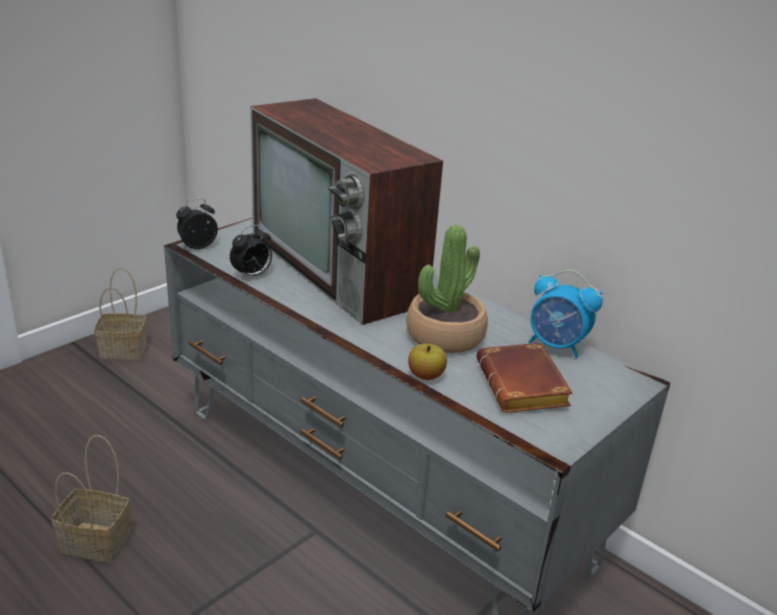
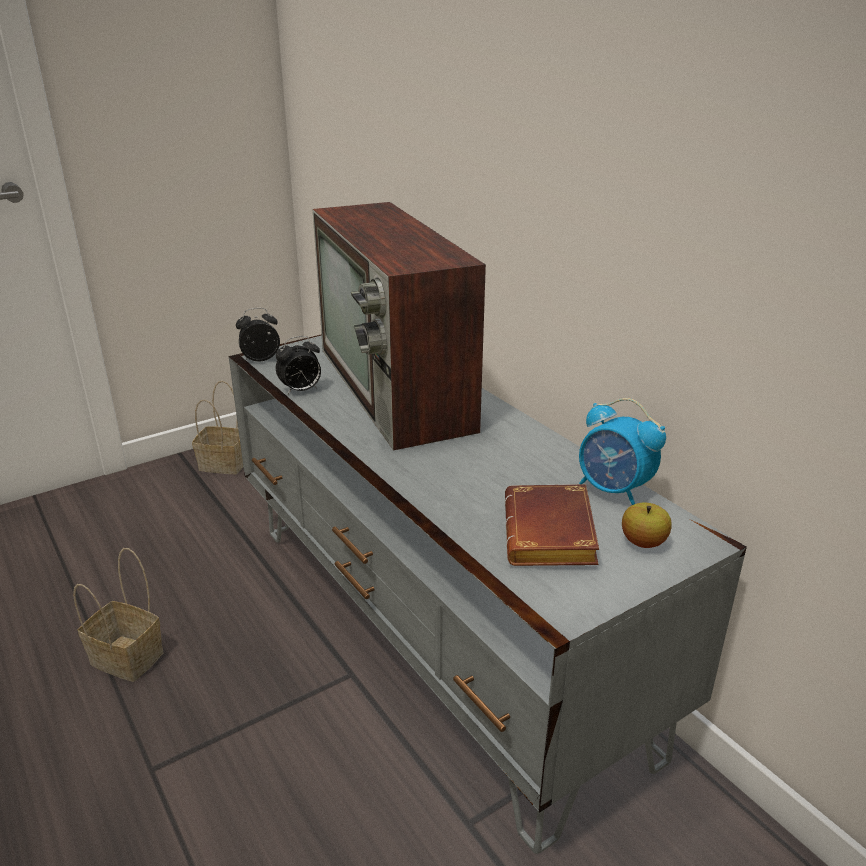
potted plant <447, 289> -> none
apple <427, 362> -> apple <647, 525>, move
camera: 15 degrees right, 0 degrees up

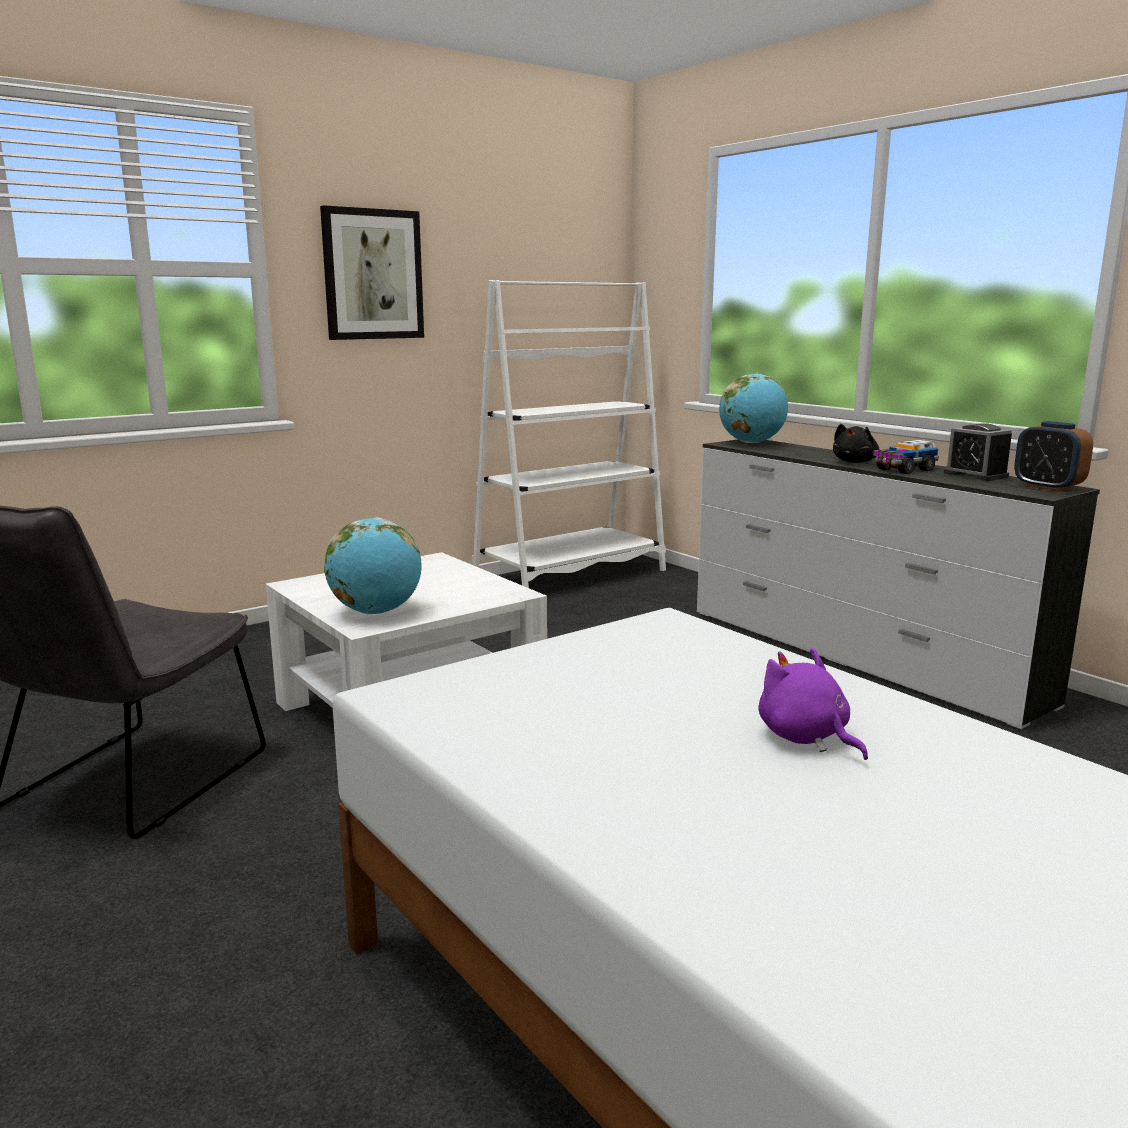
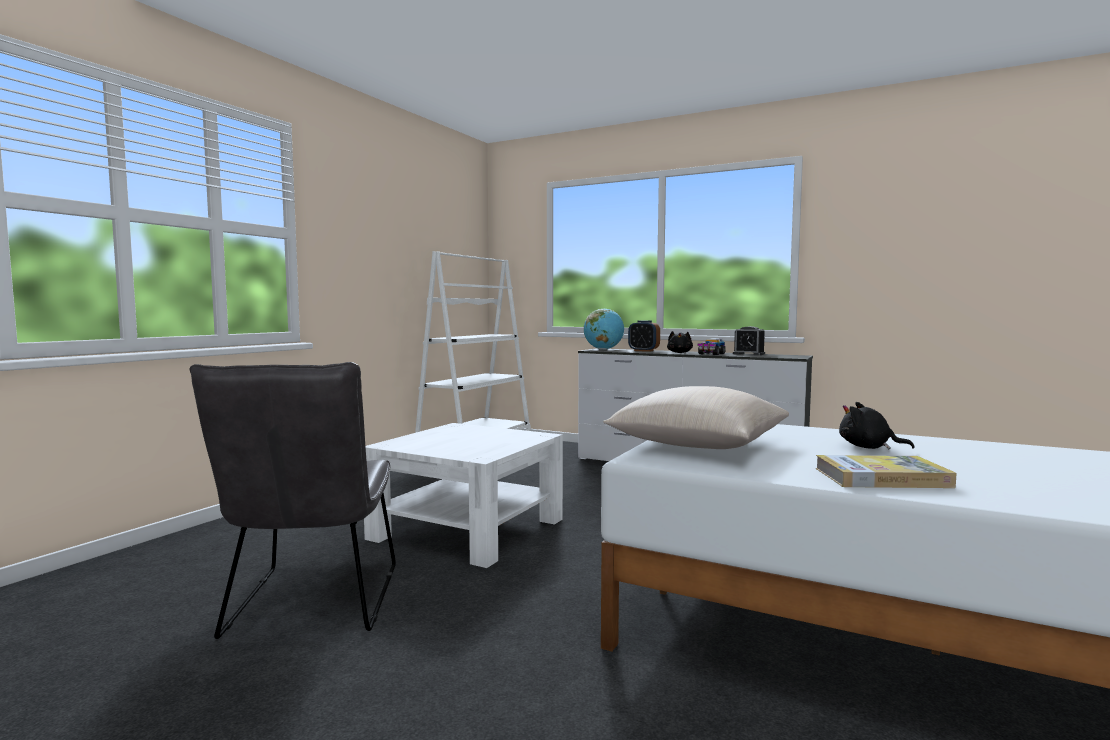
wall art <372, 272> -> none
desk globe <373, 566> -> none
purple-coloured cuddly toy <813, 704> -> black-coloured cuddly toy <876, 426>
alarm clock <1053, 456> -> alarm clock <644, 336>, move
none -> beige-coloured cushion <696, 417>
none -> book <886, 471>
camera: 25 degrees left, 10 degrees down

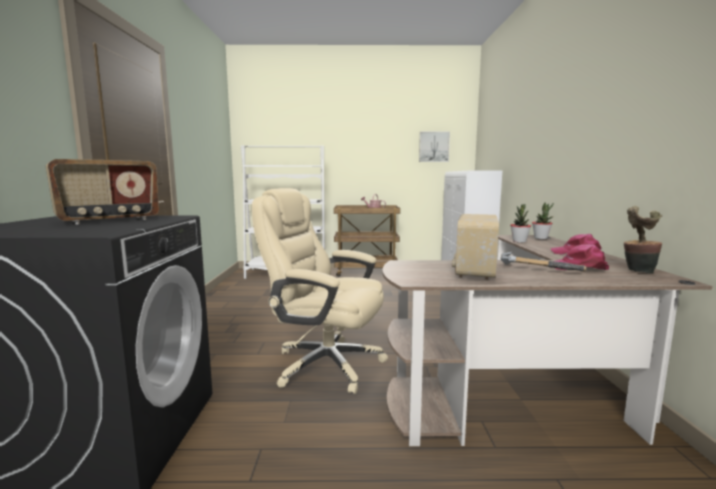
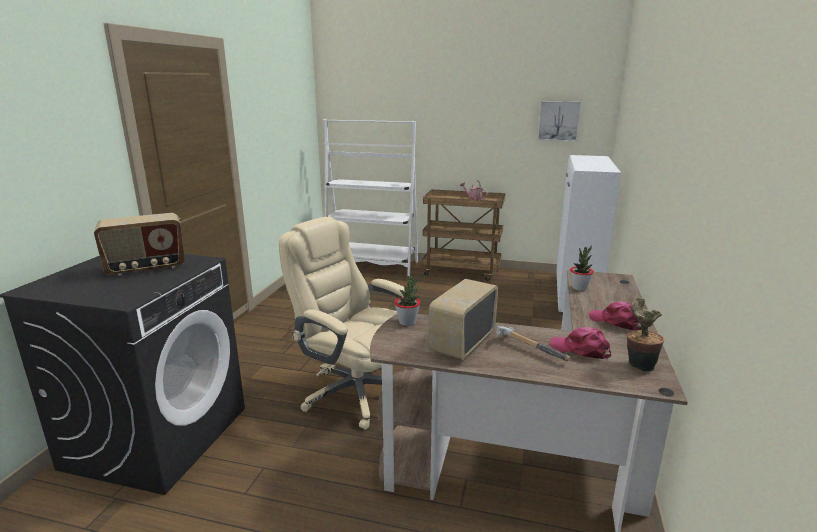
potted plant <543, 221> -> potted plant <407, 301>, move
camera: 15 degrees right, 10 degrees up

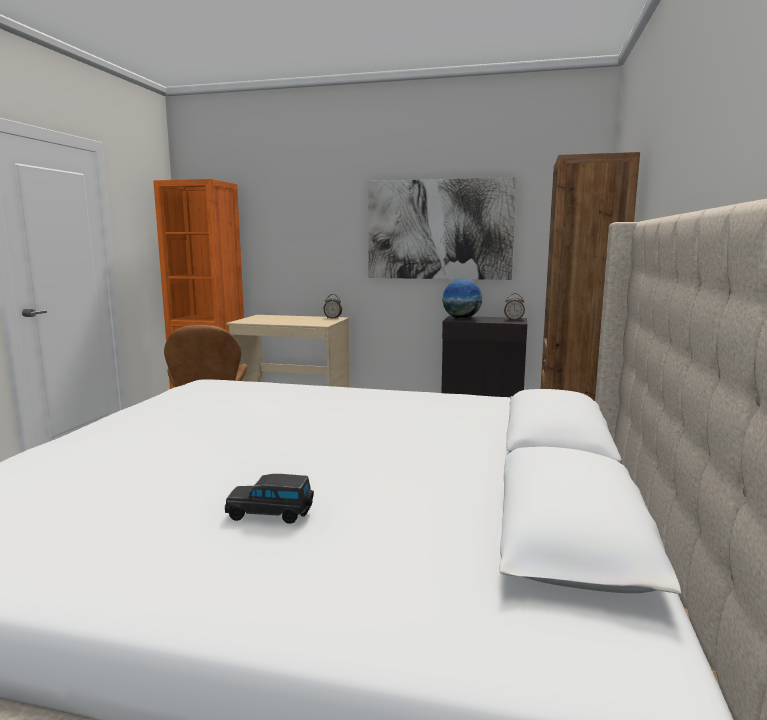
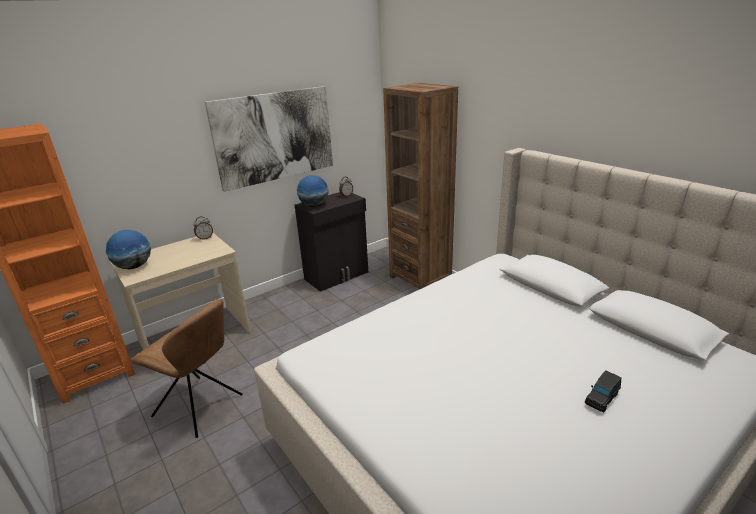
none -> desk globe <128, 249>
camera: 50 degrees left, 15 degrees up

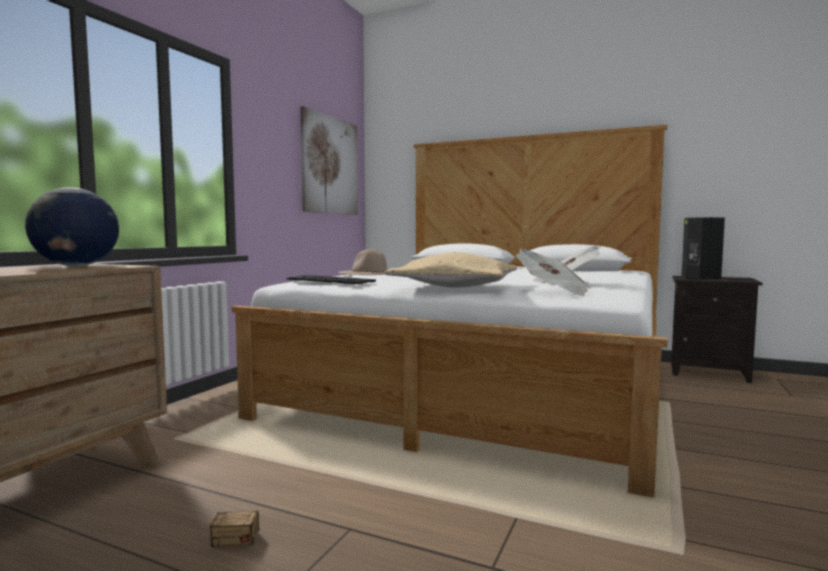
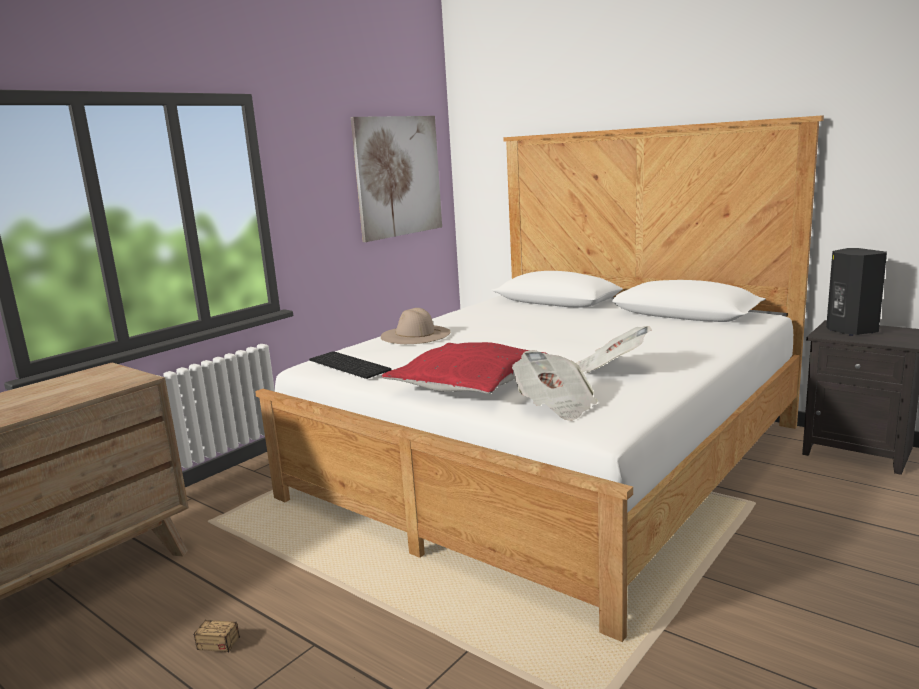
desk globe <72, 226> -> none
beige-coloured cushion <450, 270> -> reddish cushion <465, 368>
camera: 15 degrees right, 10 degrees up

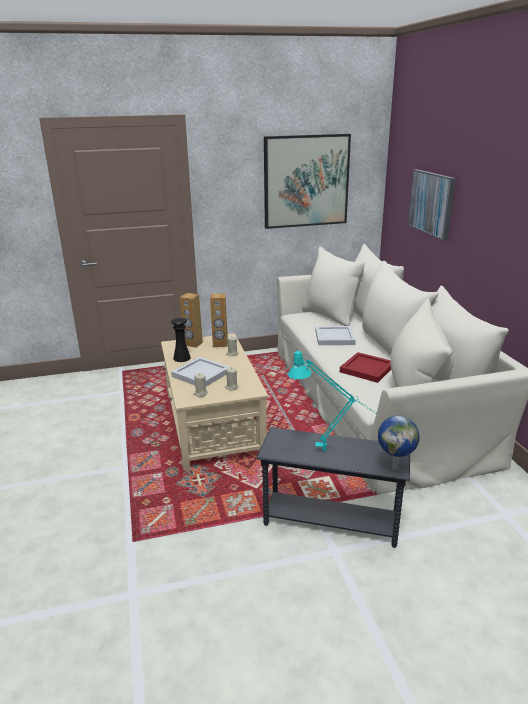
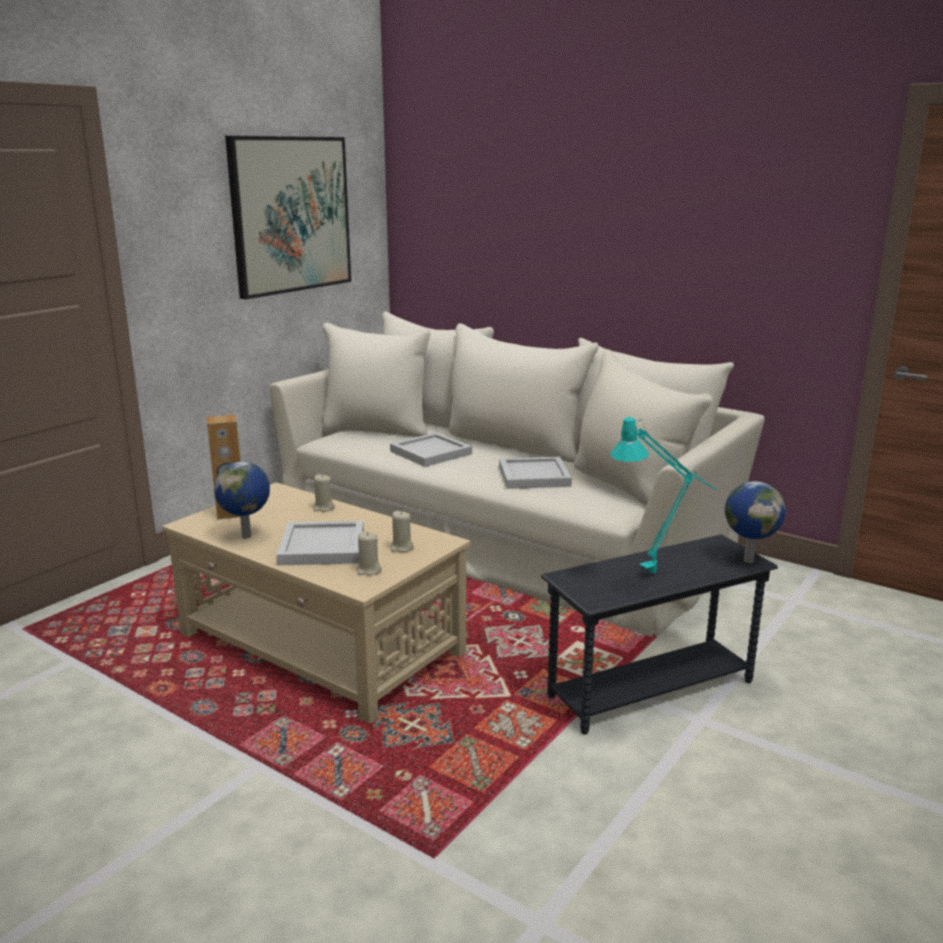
black-coloured vase <181, 340> -> desk globe <242, 500>
brown-coloured audio speaker <219, 320> -> none
reddish carrying tray <365, 367> -> white-coloured carrying tray <535, 473>
wall art <432, 205> -> none
camera: 40 degrees left, 5 degrees down

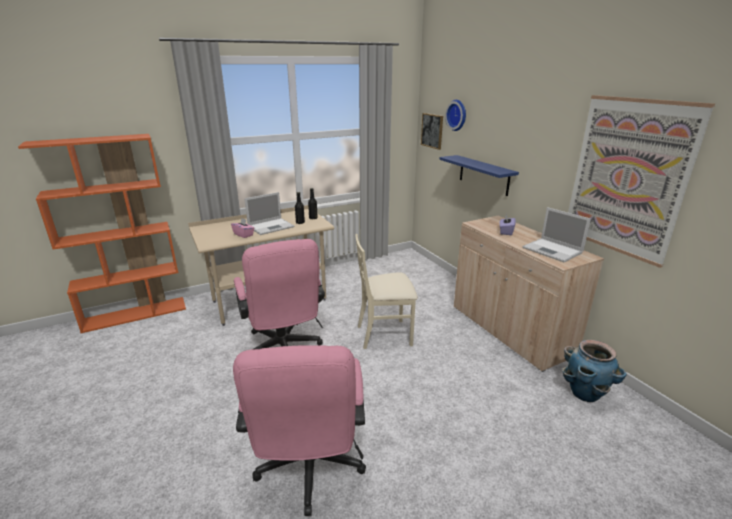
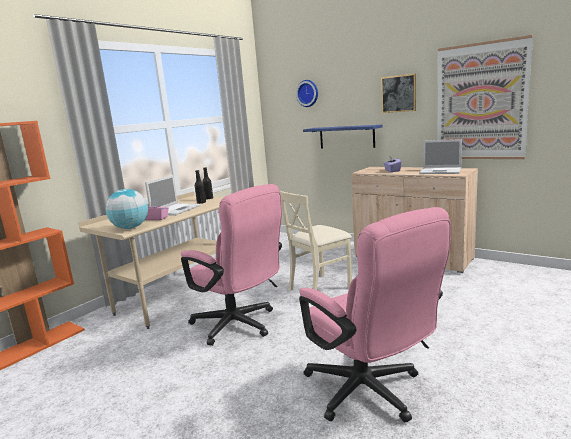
wall art <432, 131> -> wall art <398, 93>, move
flower pot <594, 371> -> none
none -> desk globe <127, 209>
camera: 25 degrees left, 10 degrees down

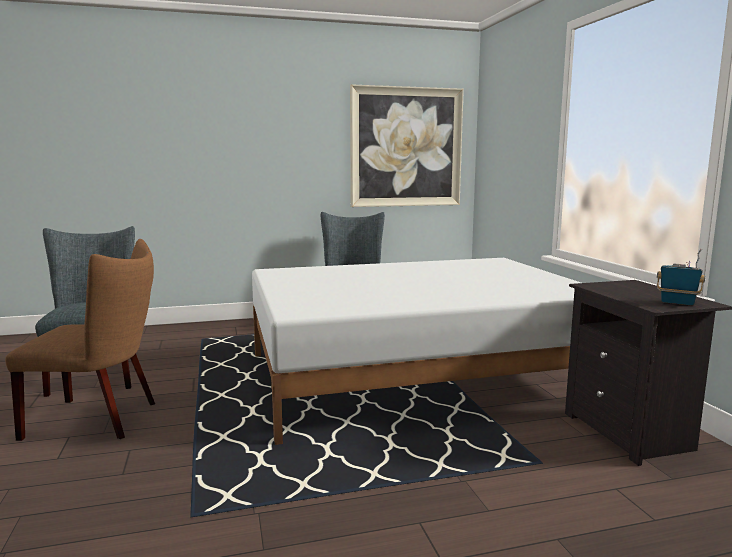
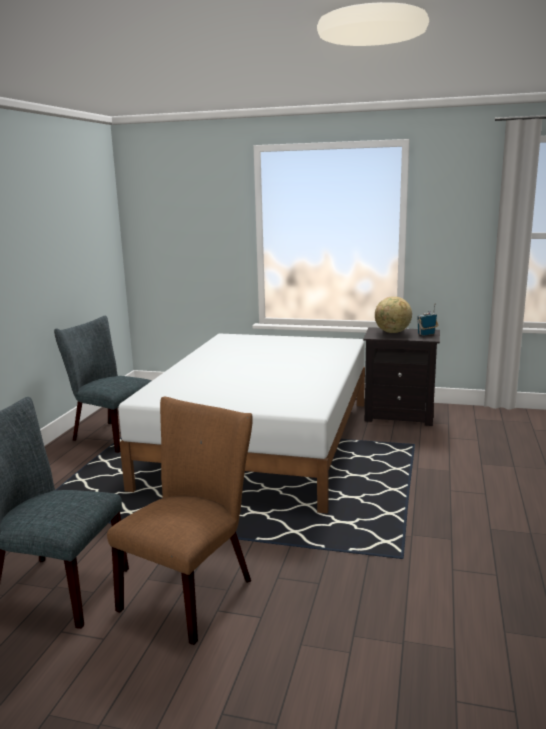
wall art <407, 145> -> none
none -> desk globe <393, 314>
camera: 60 degrees left, 5 degrees up

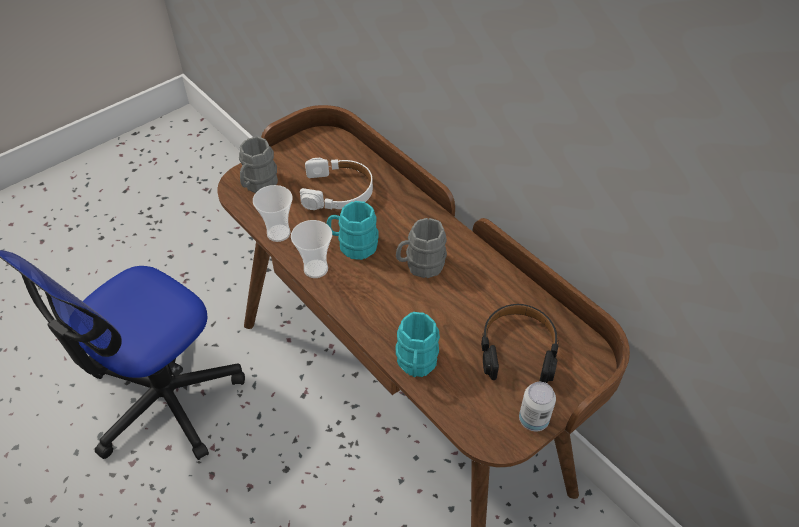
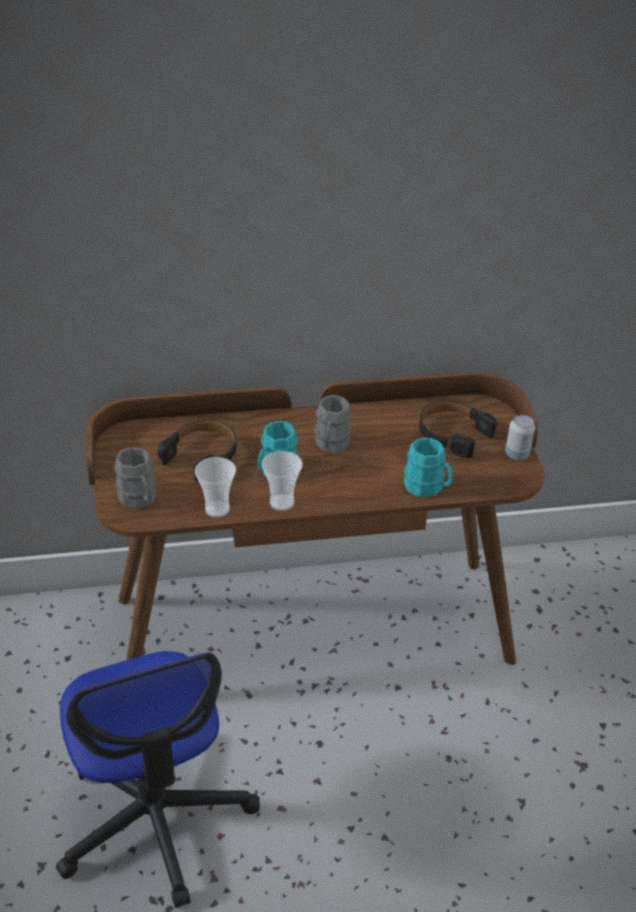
white-coloured headphones <336, 184> -> black-coloured headphones <197, 451>
camera: 60 degrees left, 10 degrees down

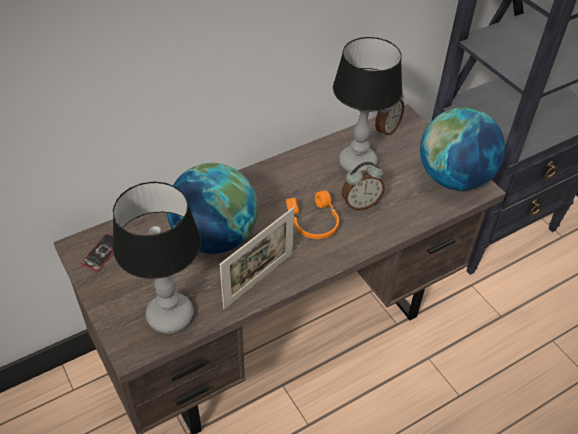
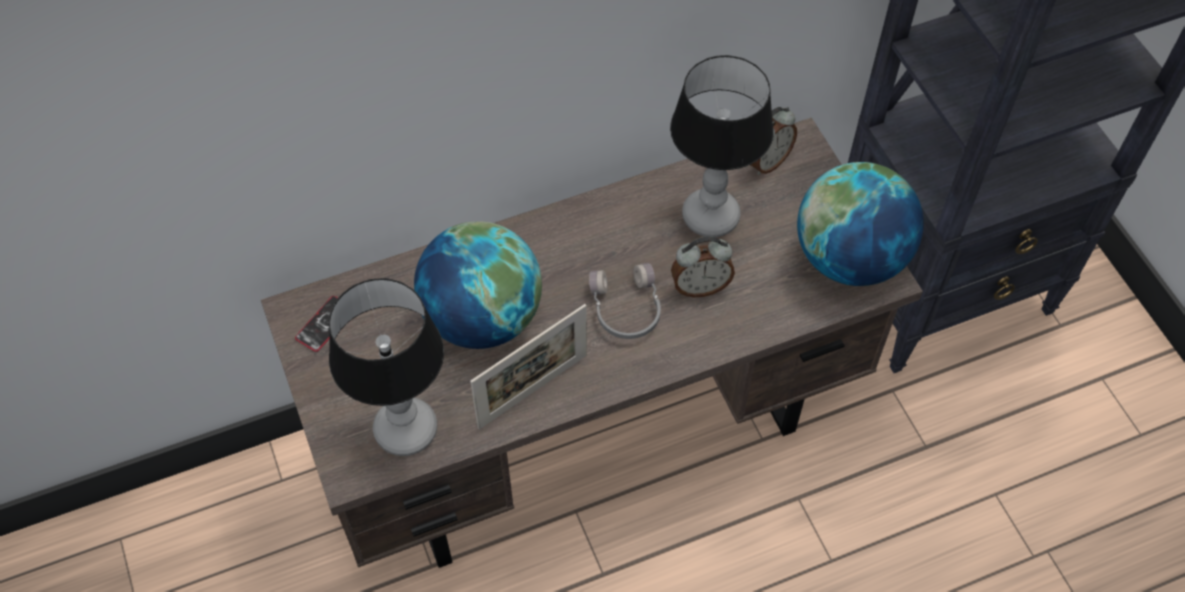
orange headphones <312, 214> -> greyish headphones <625, 301>
camera: 10 degrees right, 10 degrees up

